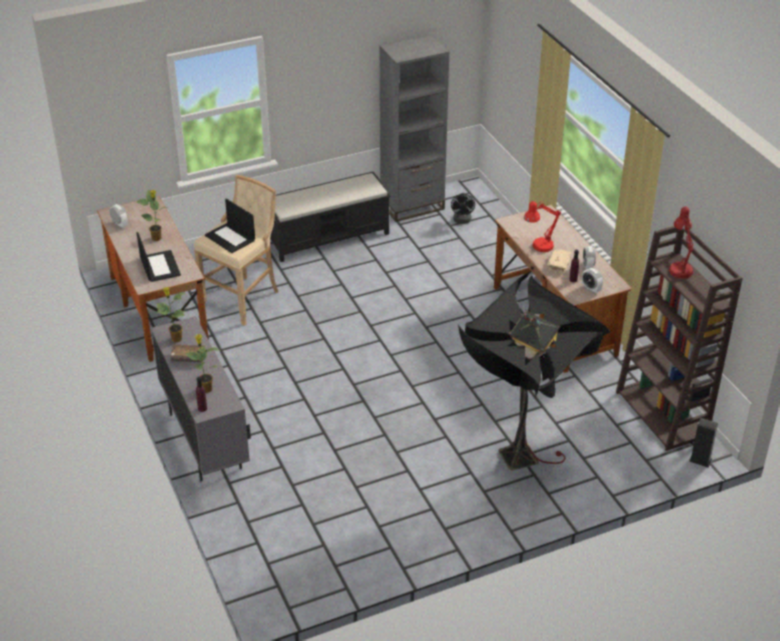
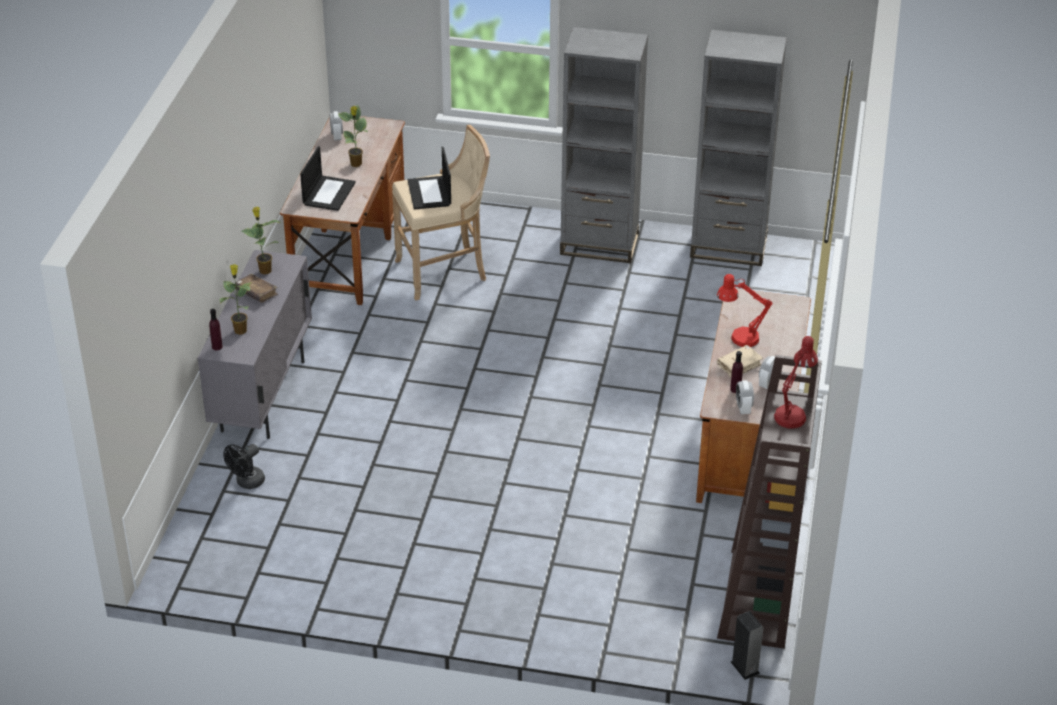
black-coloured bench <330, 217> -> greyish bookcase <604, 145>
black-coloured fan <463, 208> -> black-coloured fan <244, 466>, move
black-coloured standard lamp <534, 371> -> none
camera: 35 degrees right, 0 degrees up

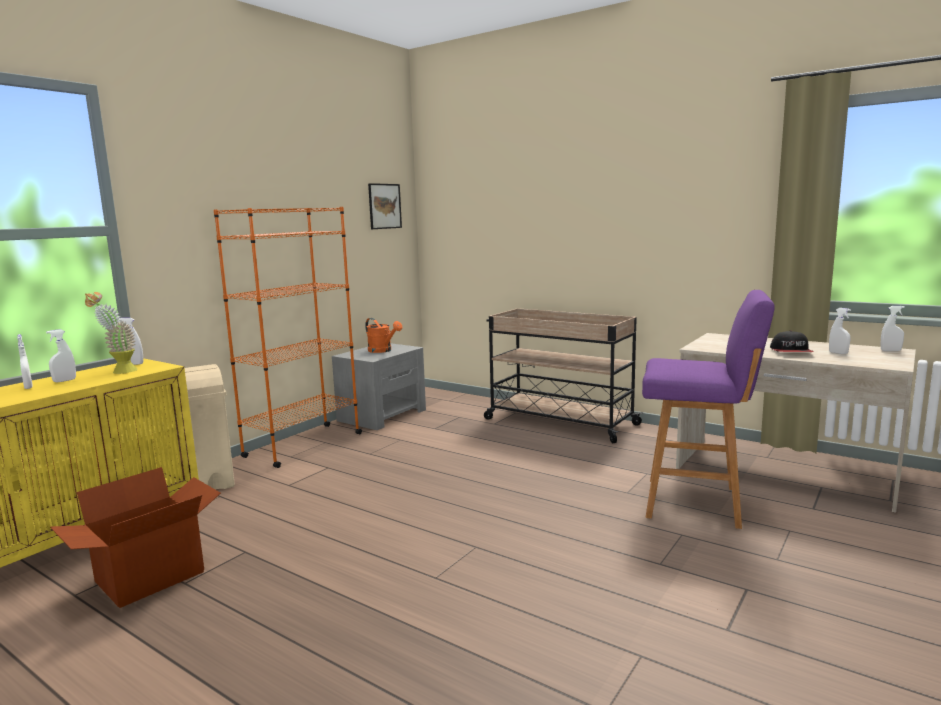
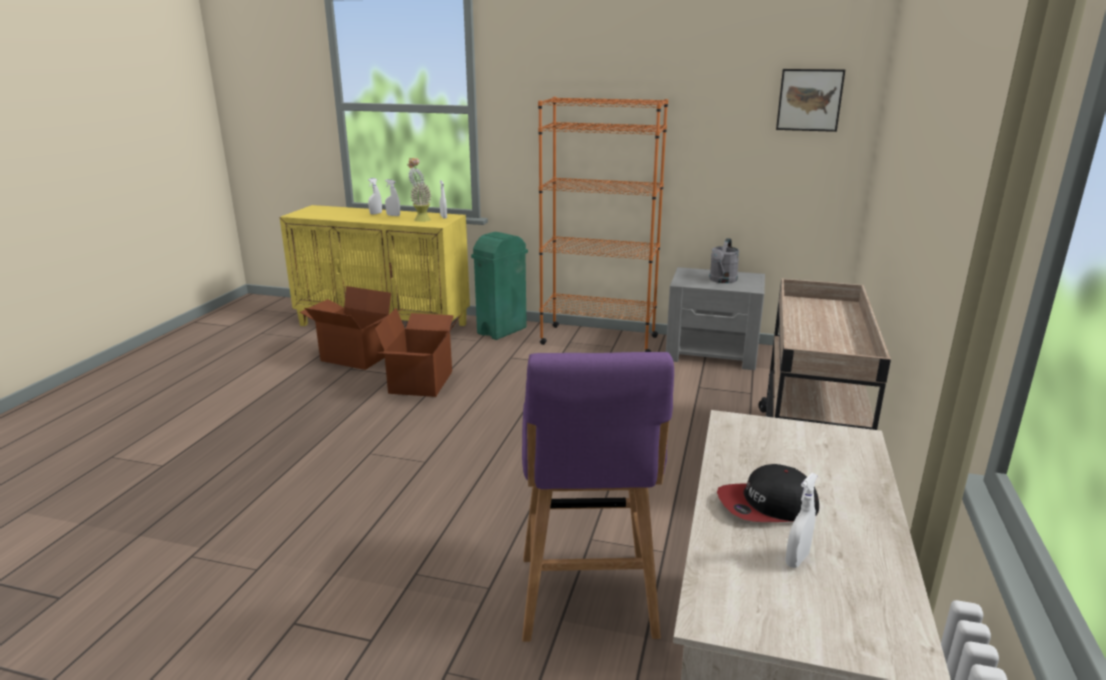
beige-coloured trash can <209, 427> -> greenish trash can <499, 286>
orange sprinkling can <383, 335> -> greyish sprinkling can <724, 260>
white-coloured spray bottle <892, 328> -> none
none -> packing box <418, 352>
camera: 70 degrees right, 10 degrees up

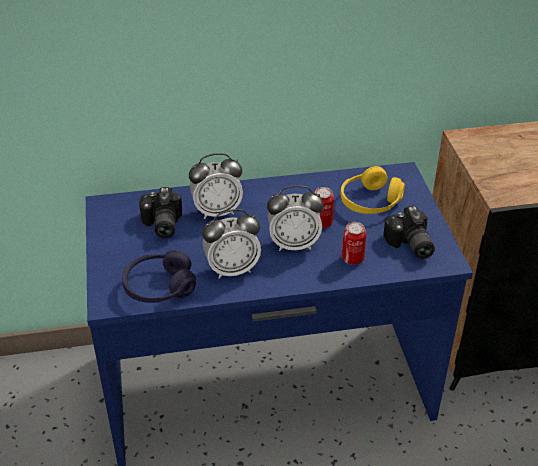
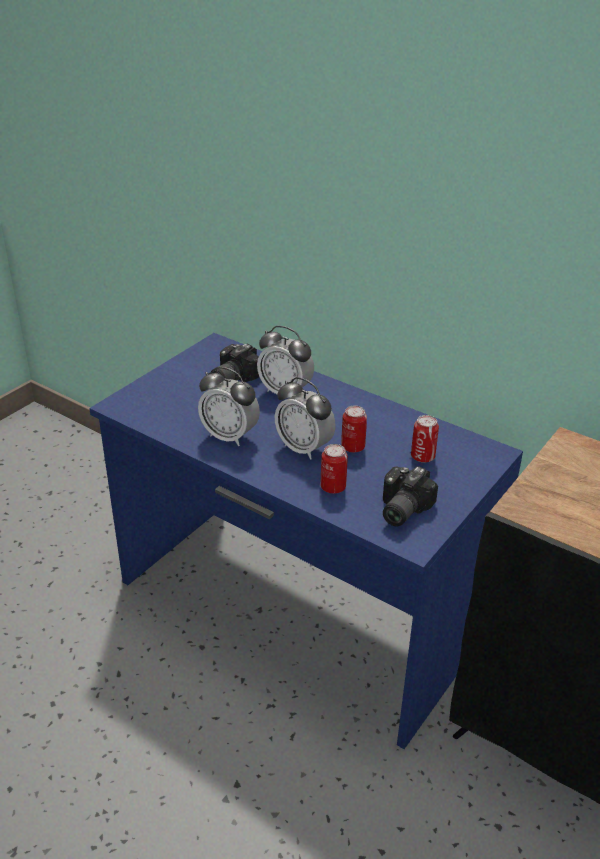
purple-coloured headphones <159, 276> -> none
yellow headphones <373, 190> -> can <425, 439>
camera: 45 degrees right, 5 degrees down

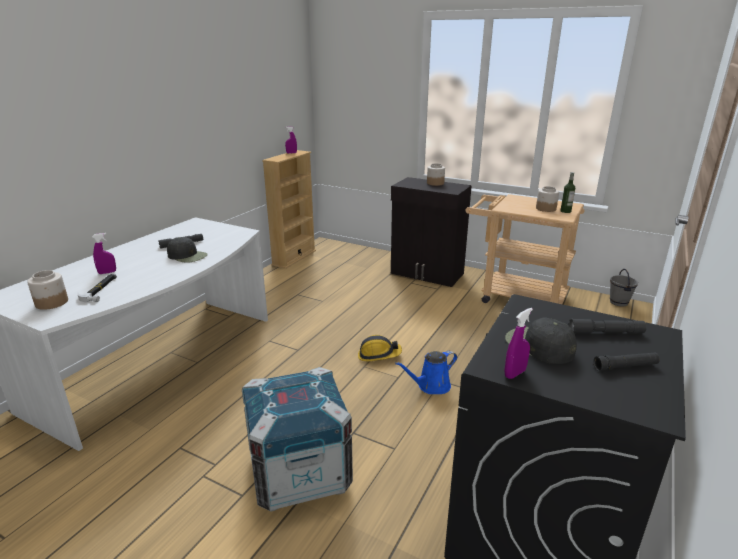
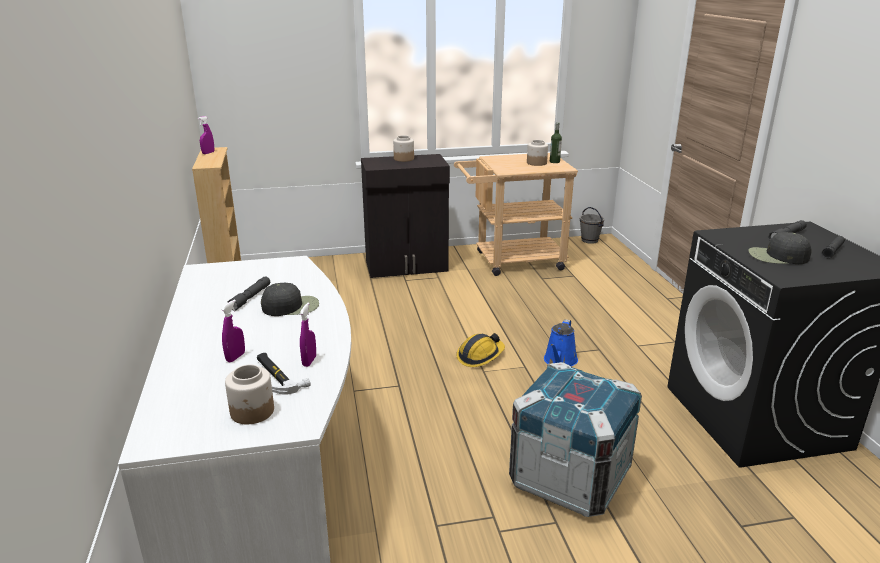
purple-coloured spray bottle <519, 343> -> purple-coloured spray bottle <308, 335>, move
camera: 40 degrees left, 0 degrees up

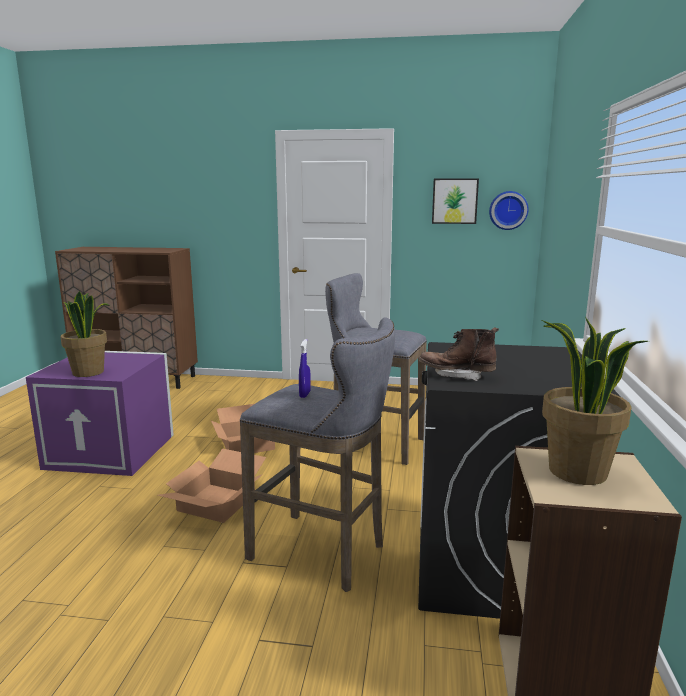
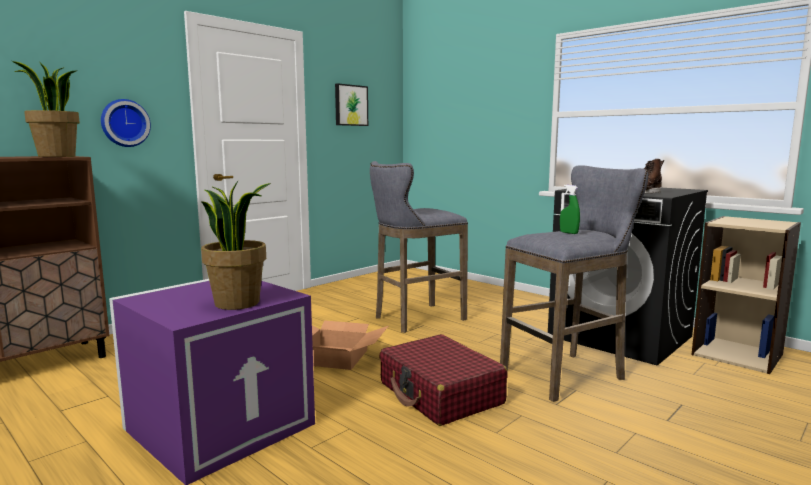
packing box <212, 485> -> reddish suitcase <443, 380>
blue-coloured spray bottle <305, 368> -> greenish spray bottle <570, 209>
hanging clock <509, 210> -> hanging clock <126, 123>, move
potted plant <595, 401> -> potted plant <46, 109>, move
camera: 55 degrees left, 5 degrees down

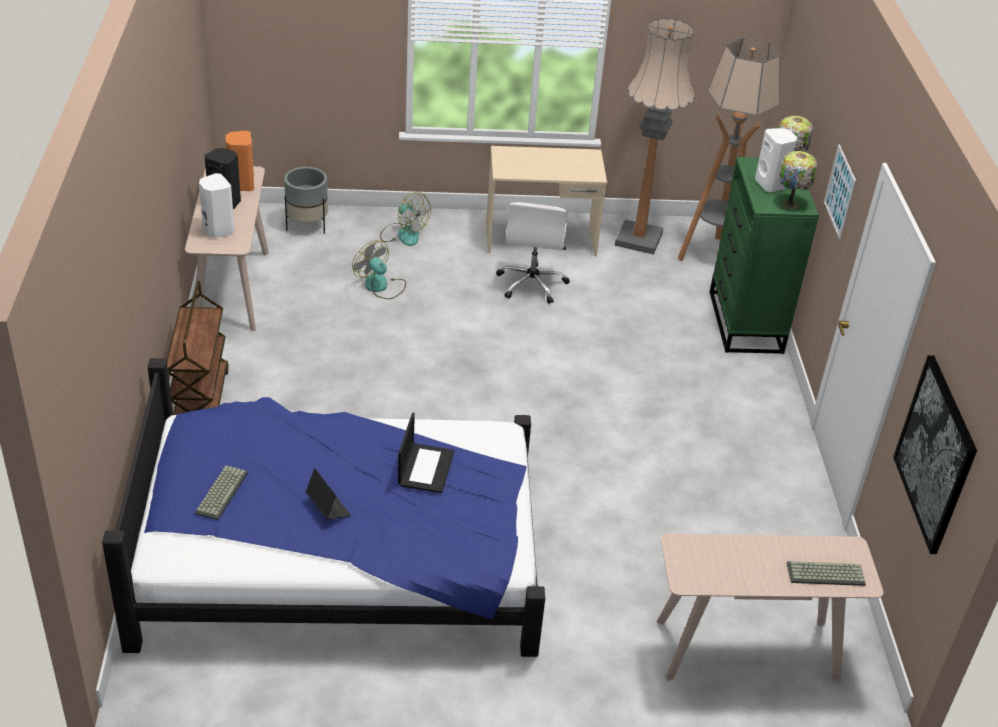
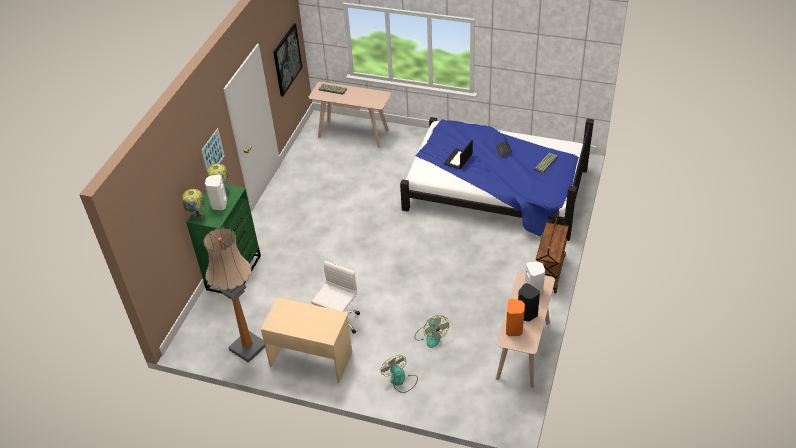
greyish flower pot <306, 200> -> none
standard lamp <729, 149> -> none
camera: 155 degrees left, 5 degrees up

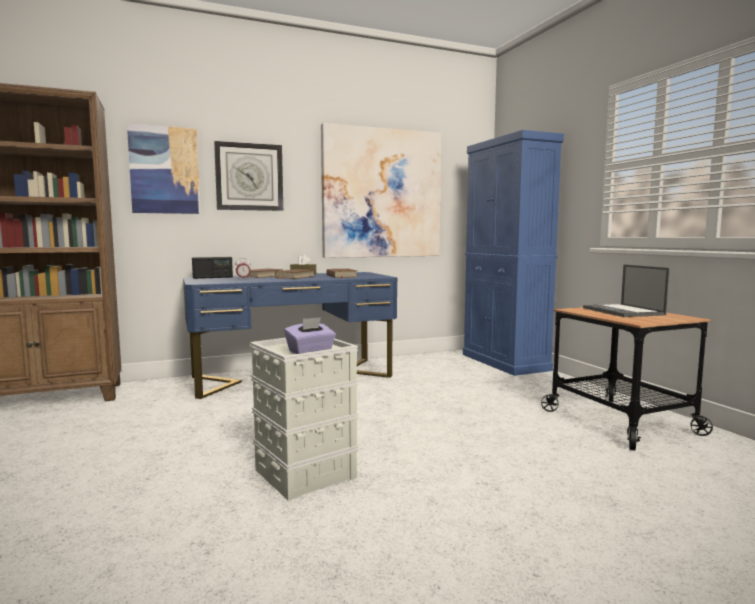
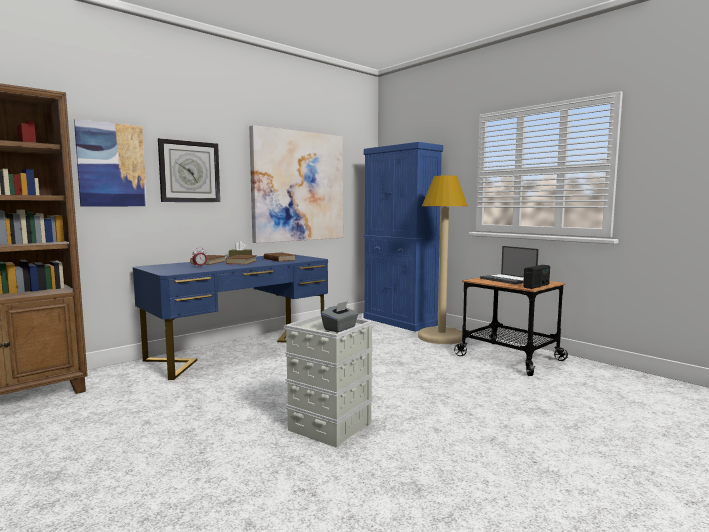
radio set <212, 268> -> radio set <536, 277>, move
purple-coloured tissue box <310, 335> -> greyish tissue box <339, 316>
none -> beige-coloured standard lamp <443, 259>
camera: 20 degrees left, 0 degrees up

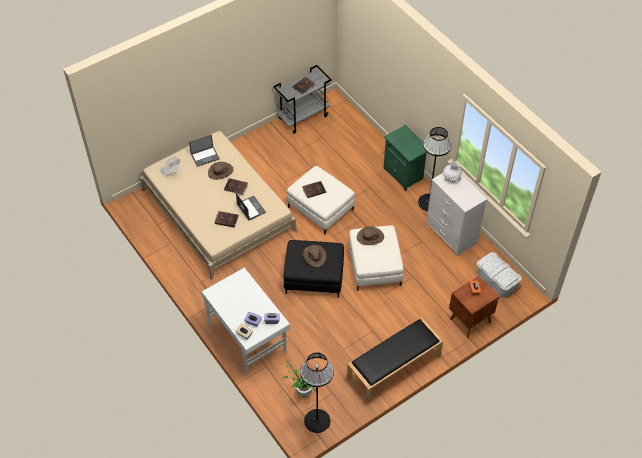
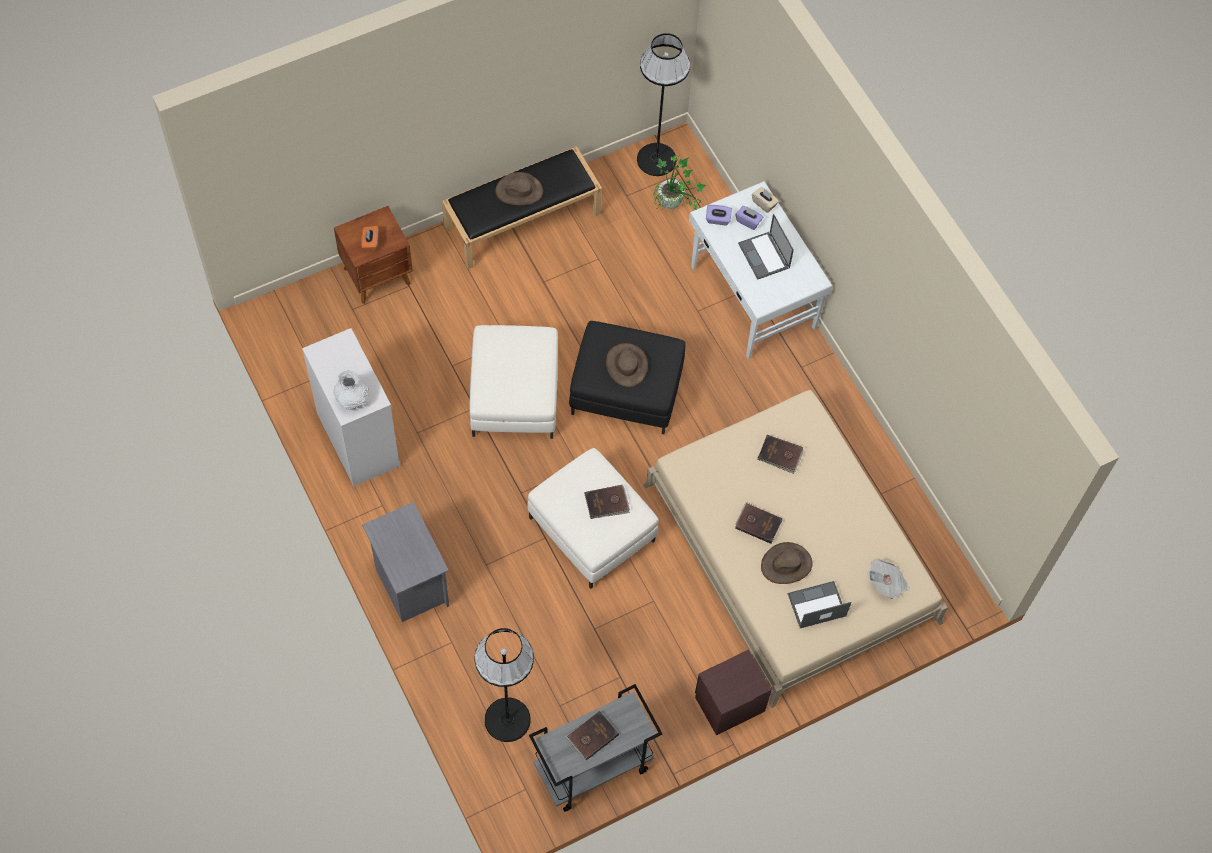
portable computer <251, 206> -> portable computer <766, 247>, move
brown-coloured hat <370, 235> -> brown-coloured hat <519, 188>, move
greenish bedside table <405, 158> -> greyish bedside table <405, 562>
black-coloured standard lamp <435, 169> -> black-coloured standard lamp <504, 685>, move
white-coloured storage box <499, 275> -> none
none -> brown-coloured bedside table <733, 692>
camera: 175 degrees left, 10 degrees up

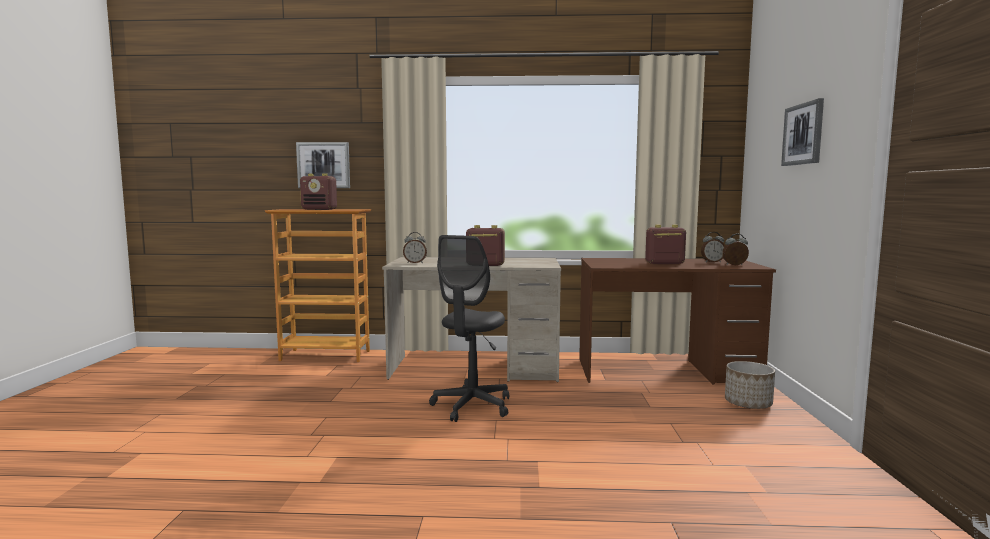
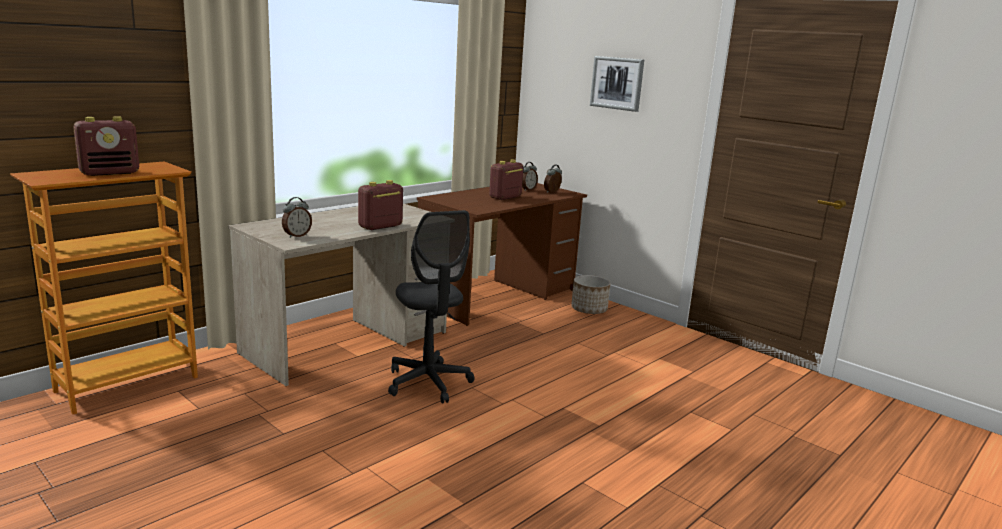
wall art <323, 165> -> none
camera: 50 degrees left, 10 degrees up

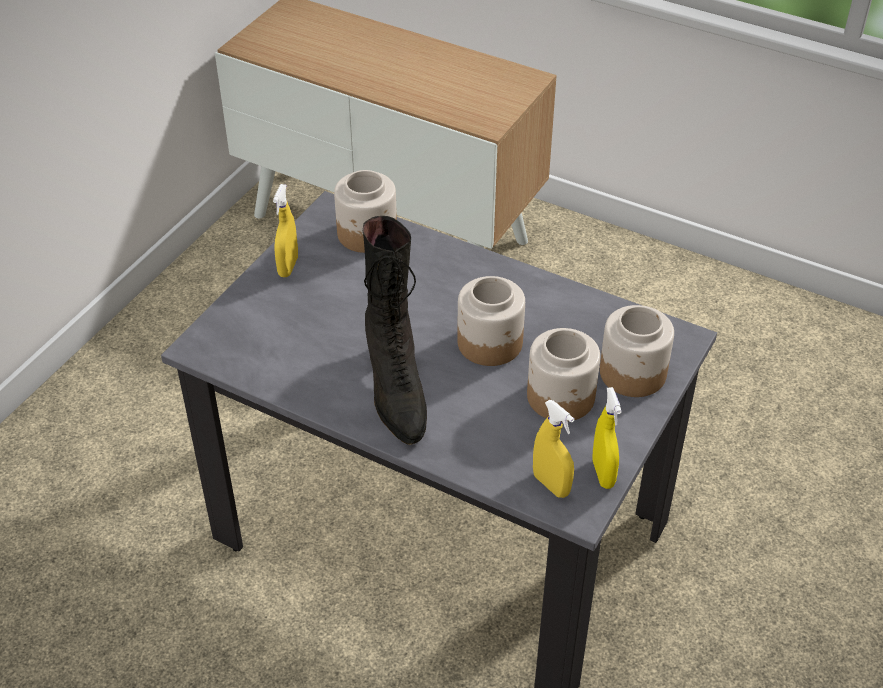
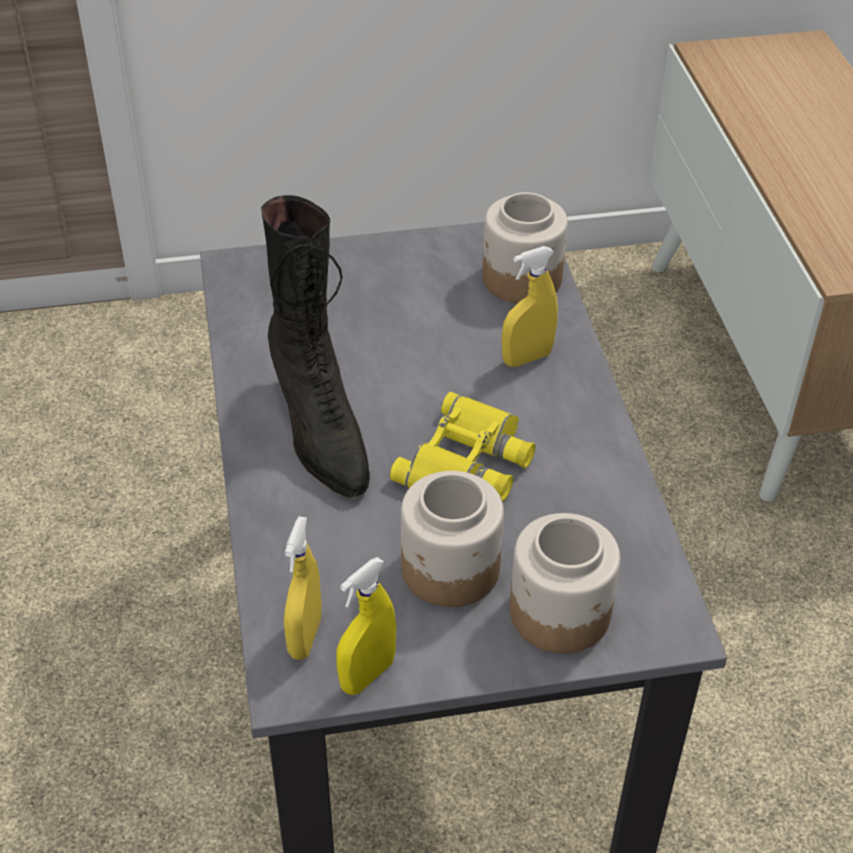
yellow spray bottle <285, 230> -> yellow spray bottle <530, 306>, move
black-coloured tall boot <395, 330> -> black-coloured tall boot <315, 346>, 60 degrees counterclockwise
jar <491, 321> -> yellow field glasses <462, 446>
camera: 50 degrees right, 0 degrees up

